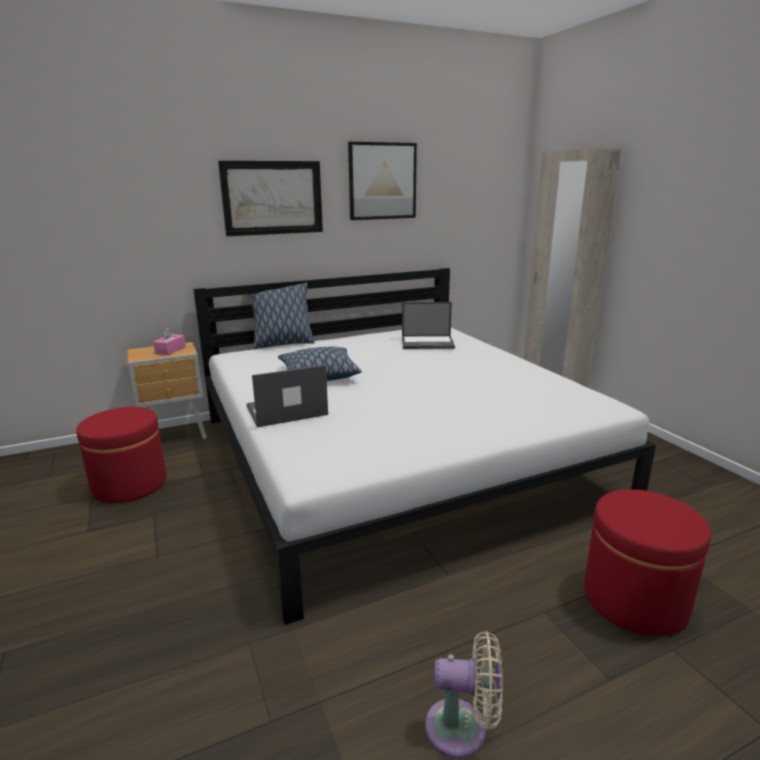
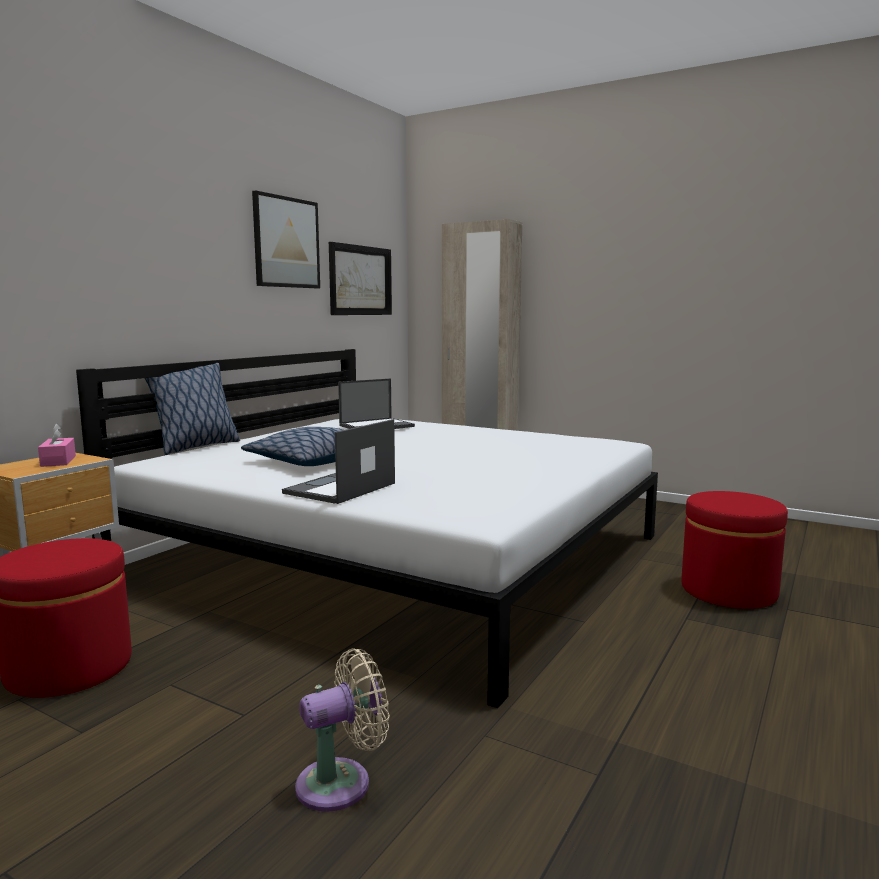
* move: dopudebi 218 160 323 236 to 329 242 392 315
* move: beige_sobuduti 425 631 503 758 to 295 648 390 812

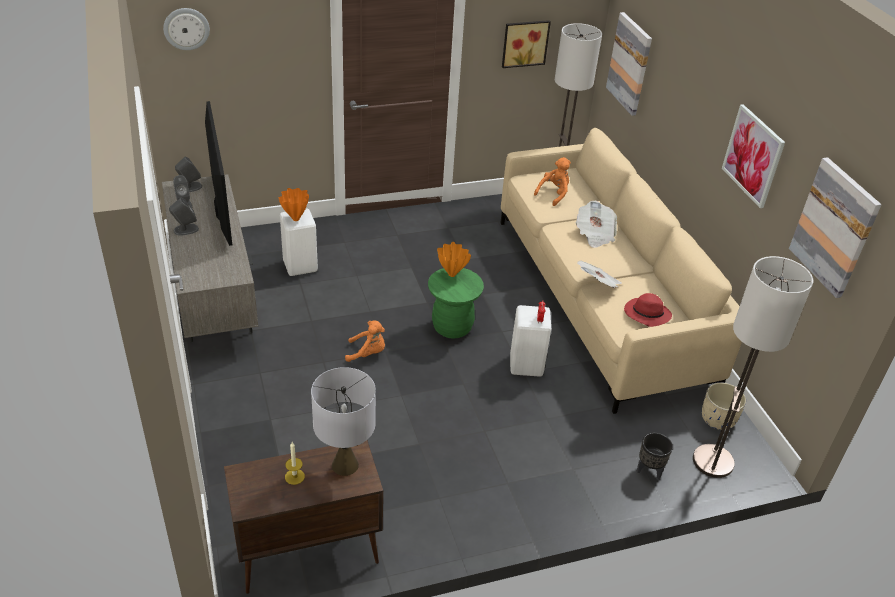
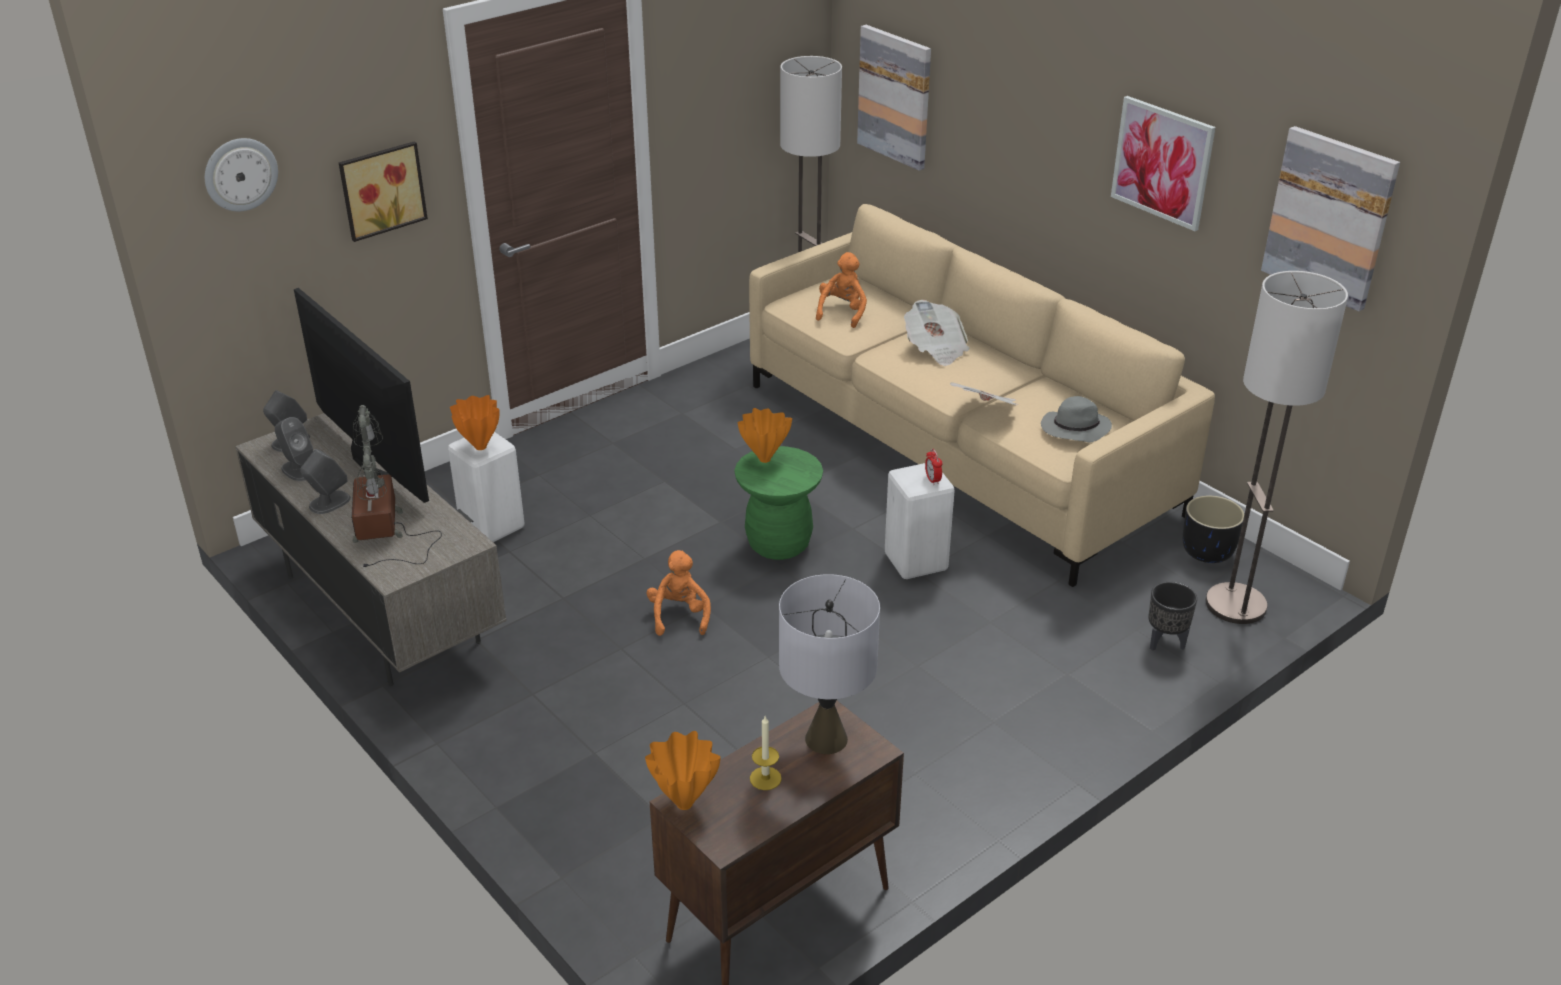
* insert: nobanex 351 405 442 567
* insert: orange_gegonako 645 731 721 810
* move: dopudebi 502 20 551 68 to 339 142 428 242
* recolor: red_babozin 624 293 672 327 to grey_babozin 1041 396 1112 443
* recolor: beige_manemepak 702 383 746 430 to black_manemepak 1183 495 1245 563
* rotate: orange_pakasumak 345 320 385 362 = 646 550 711 636 75 degrees counterclockwise

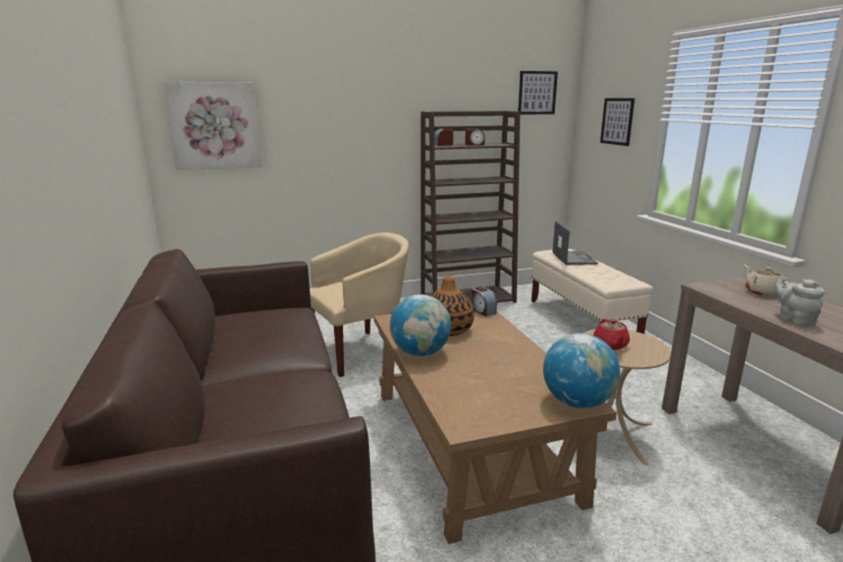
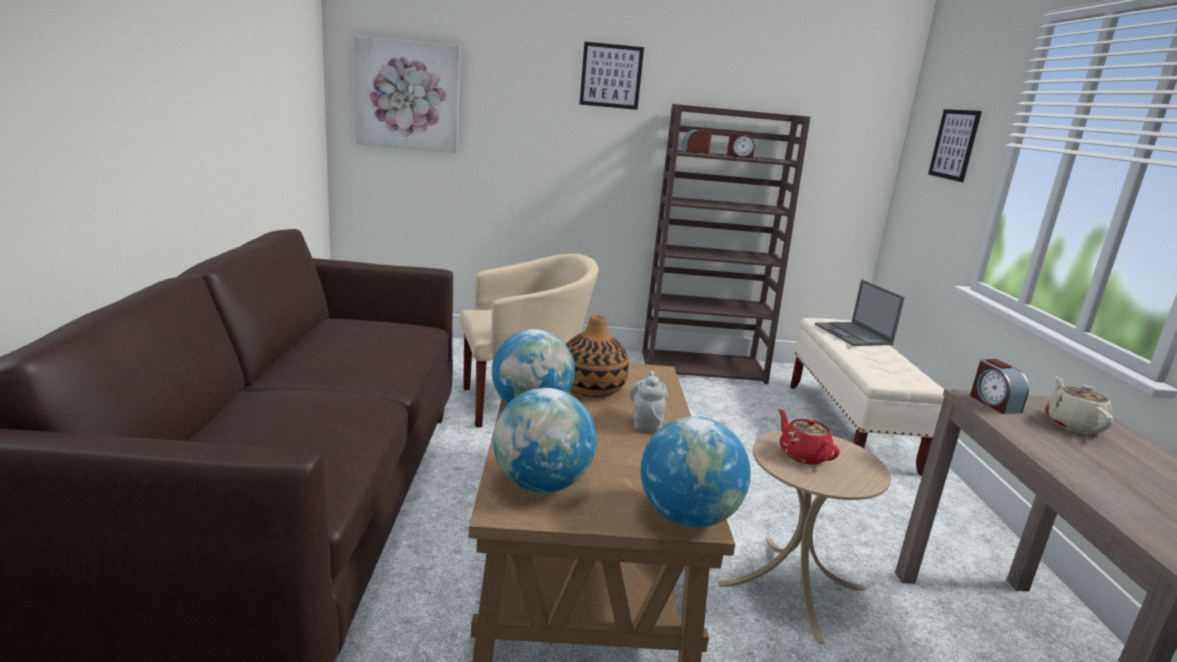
* insert: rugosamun 493 388 597 493
* move: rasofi 472 286 497 317 to 970 359 1029 414
* move: dopudebi 518 71 558 115 to 580 42 644 110
* move: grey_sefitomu 775 277 825 326 to 630 371 668 432
* rotate: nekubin 553 221 598 265 = 815 280 905 346 150 degrees clockwise
* rotate: red_sefitomu 593 319 630 350 = 778 409 840 465 135 degrees clockwise

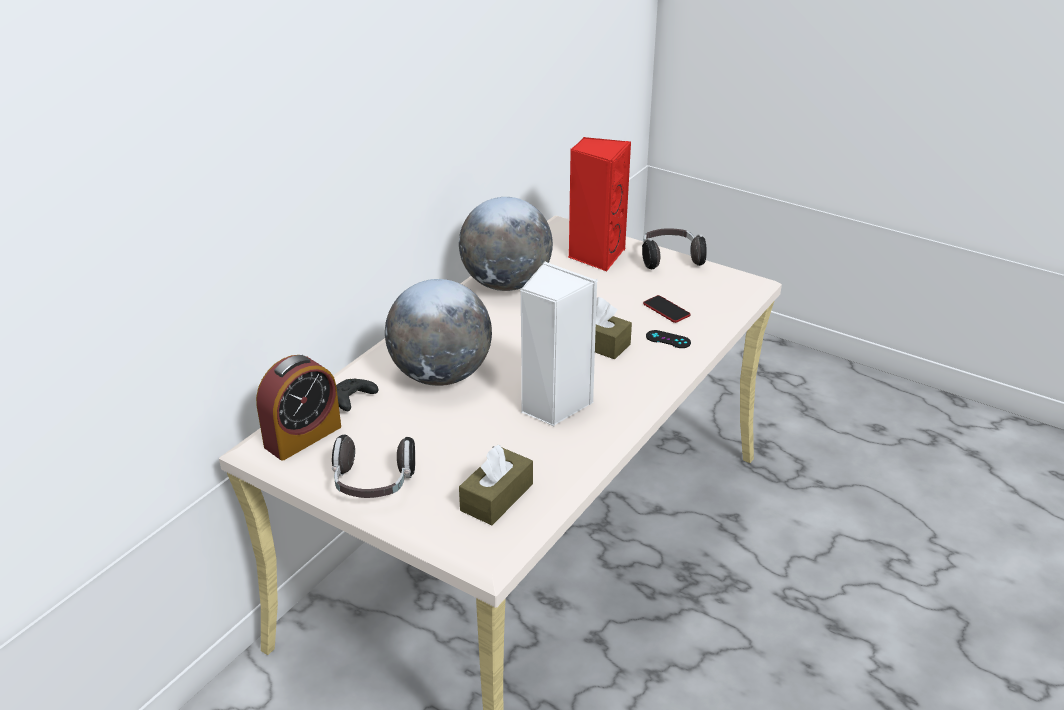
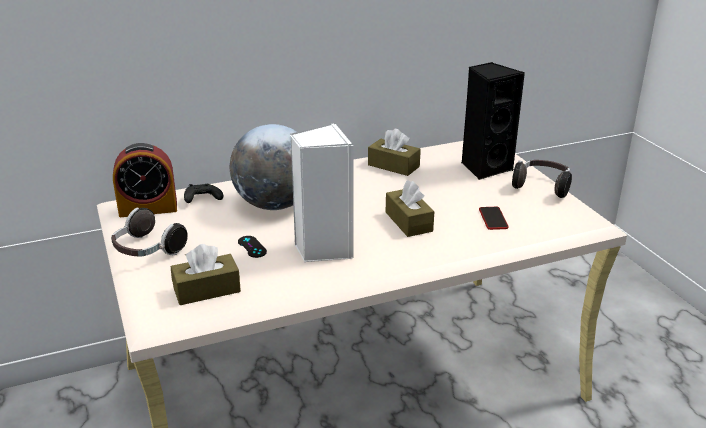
* move: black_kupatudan 646 330 691 348 to 238 236 267 258
* replace: rugosamun 459 197 553 291 to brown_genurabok 368 129 421 176
* recolor: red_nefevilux 568 137 631 271 to black_nefevilux 462 62 525 180

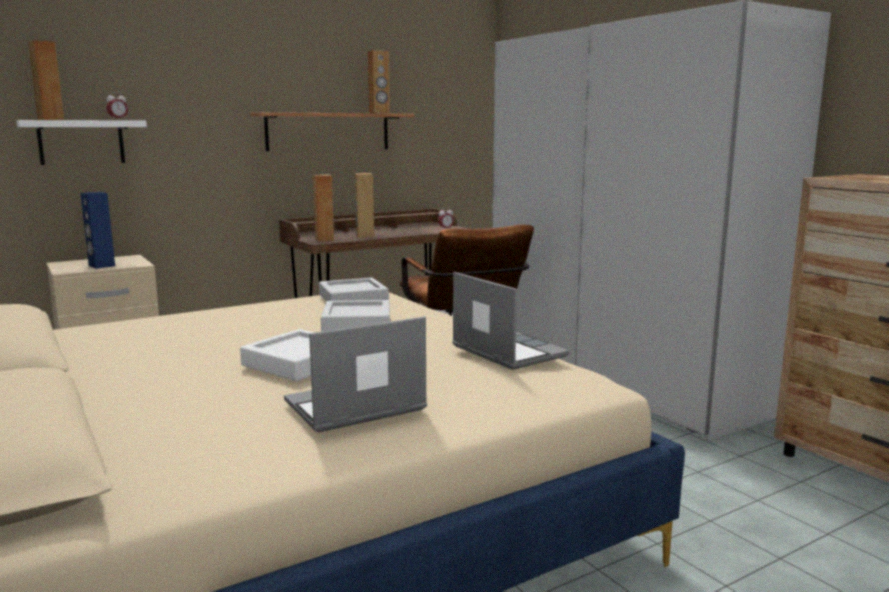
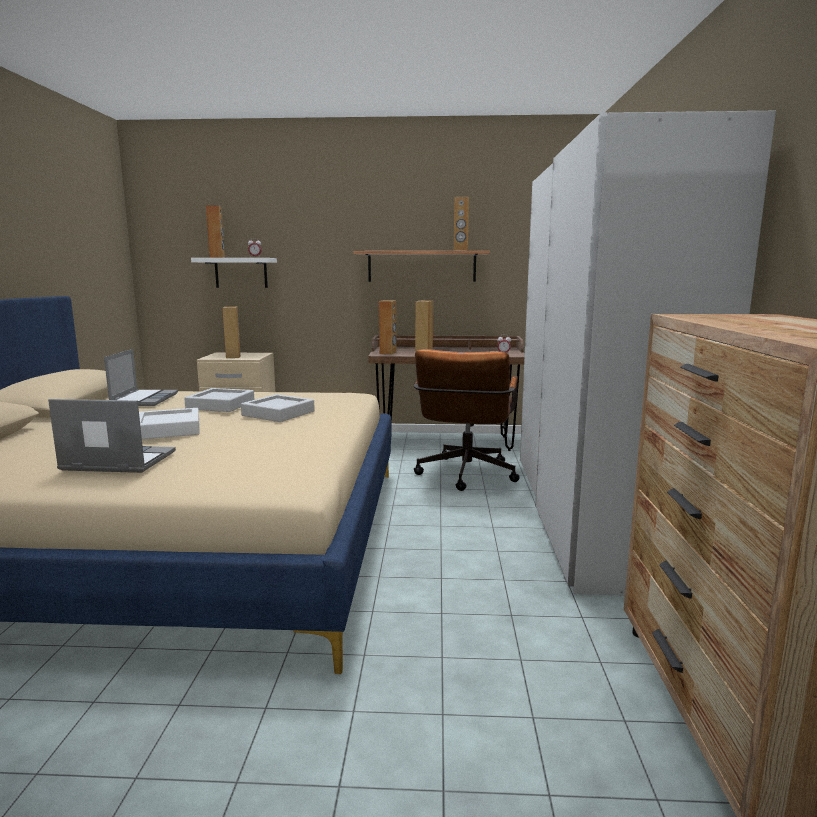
* move: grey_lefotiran 319 278 389 302 to 184 388 254 412
* move: nekubin 452 272 570 370 to 104 349 178 406
* recolor: blue_nefevilux 81 192 115 269 to brown_nefevilux 222 307 241 358

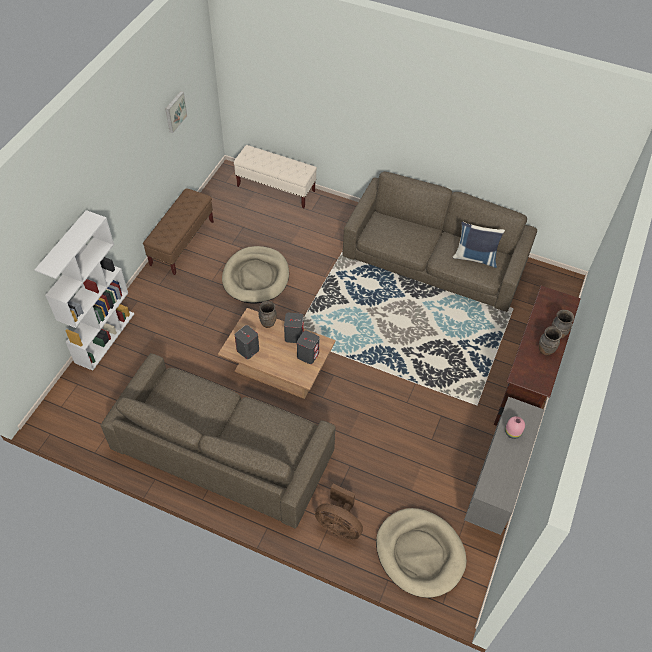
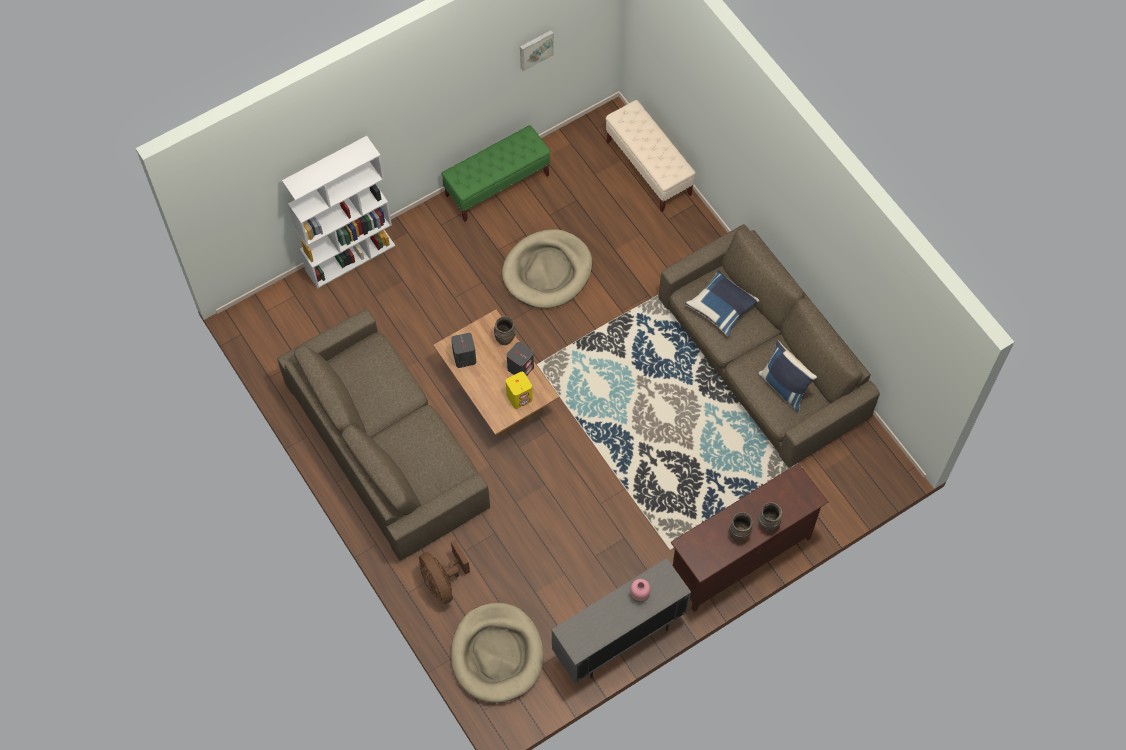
* insert: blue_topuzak 685 270 759 337
* recolor: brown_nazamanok 143 188 214 275 to green_nazamanok 442 125 550 222
* recolor: grey_nefevilux 297 331 319 364 to yellow_nefevilux 506 372 532 409

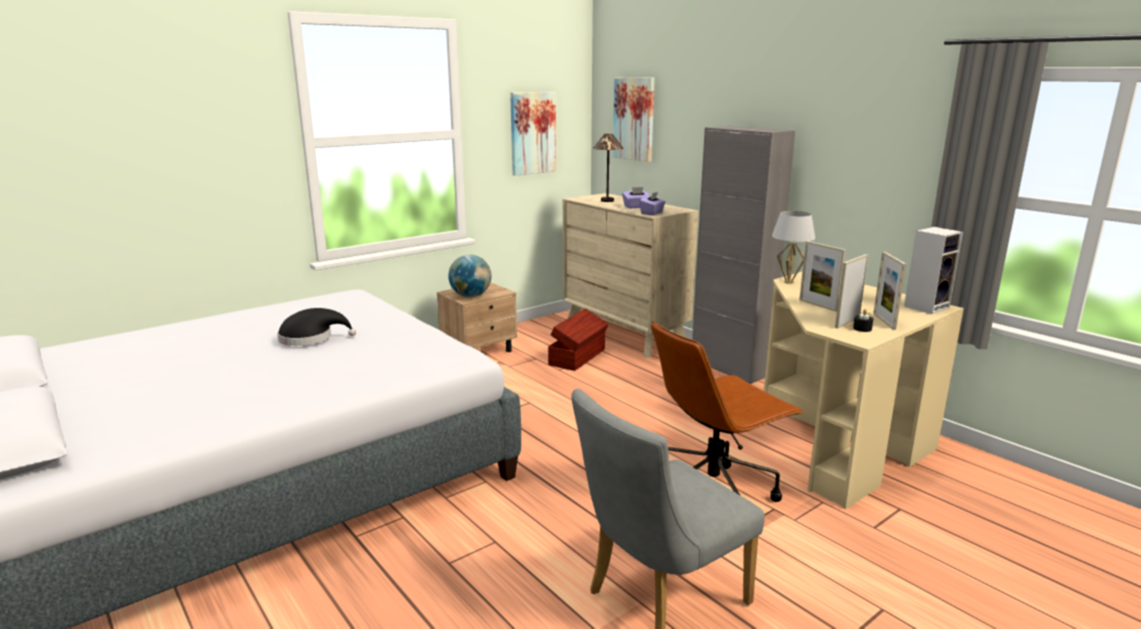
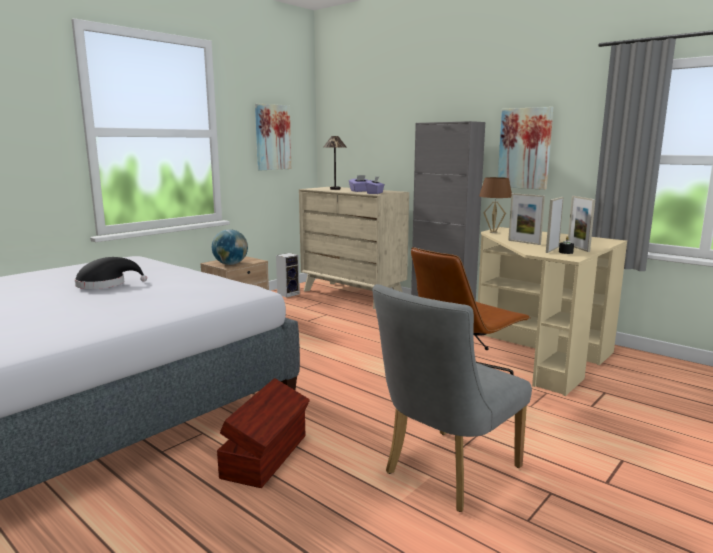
* move: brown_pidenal 548 308 609 371 to 217 378 310 488
* move: dopudebi 613 77 655 162 to 498 107 554 190
* move: nefevilux 904 227 963 314 to 276 253 300 297
* recolor: white_nobanex 772 211 815 284 to brown_nobanex 479 177 512 233

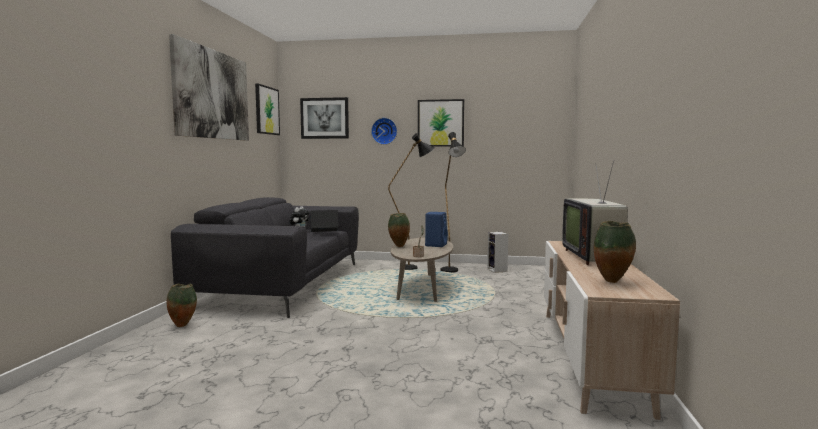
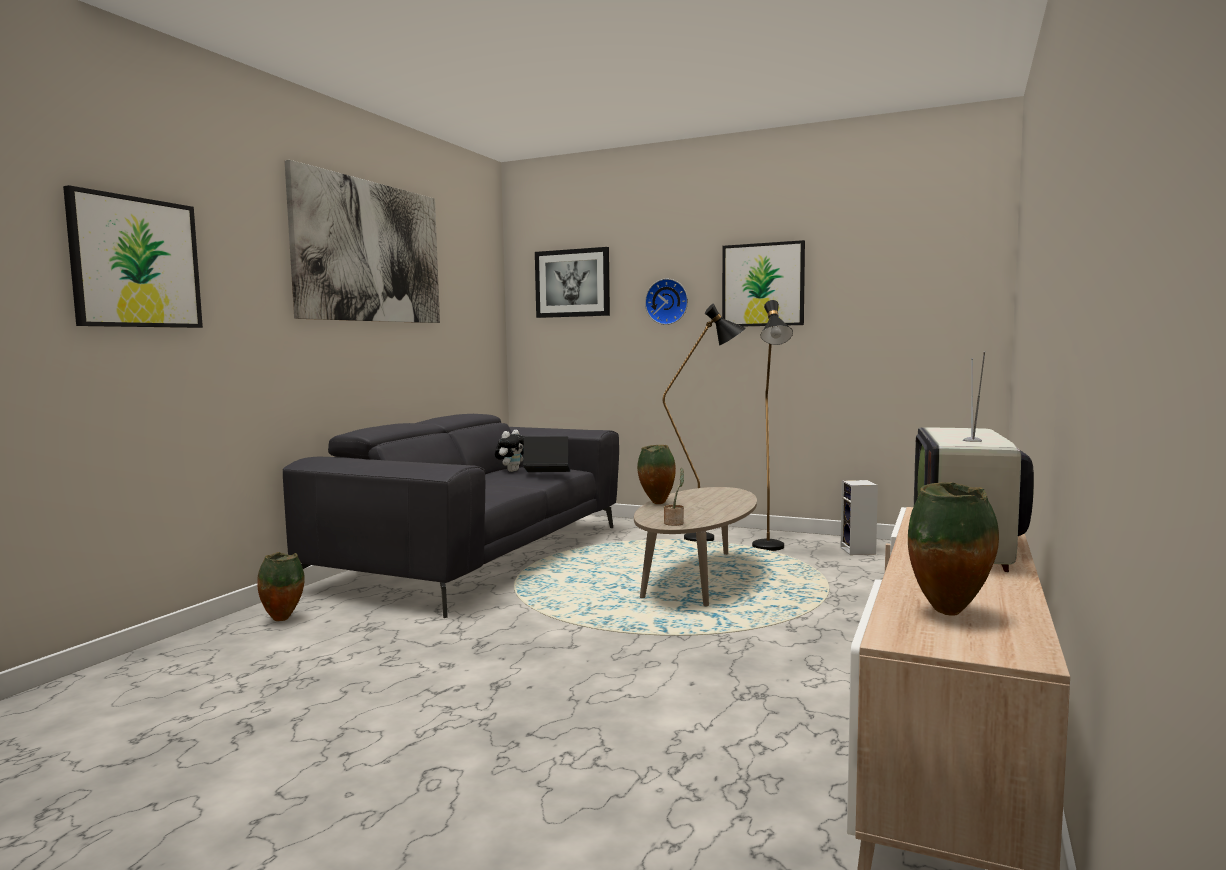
* delete: blue_nefevilux 425 212 448 247
* move: dopudebi 255 83 280 135 to 63 185 203 328

